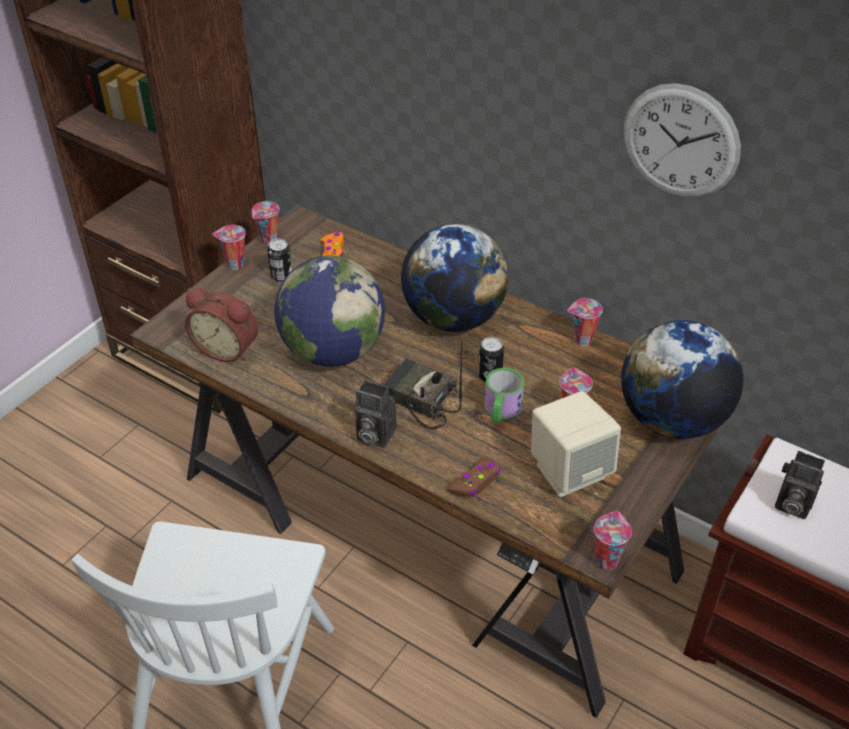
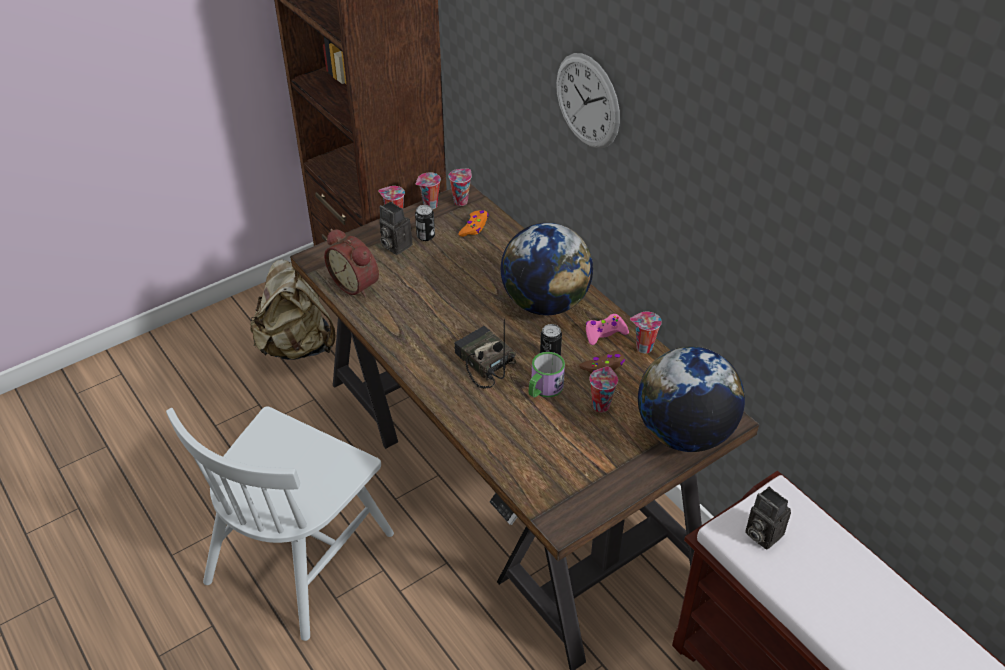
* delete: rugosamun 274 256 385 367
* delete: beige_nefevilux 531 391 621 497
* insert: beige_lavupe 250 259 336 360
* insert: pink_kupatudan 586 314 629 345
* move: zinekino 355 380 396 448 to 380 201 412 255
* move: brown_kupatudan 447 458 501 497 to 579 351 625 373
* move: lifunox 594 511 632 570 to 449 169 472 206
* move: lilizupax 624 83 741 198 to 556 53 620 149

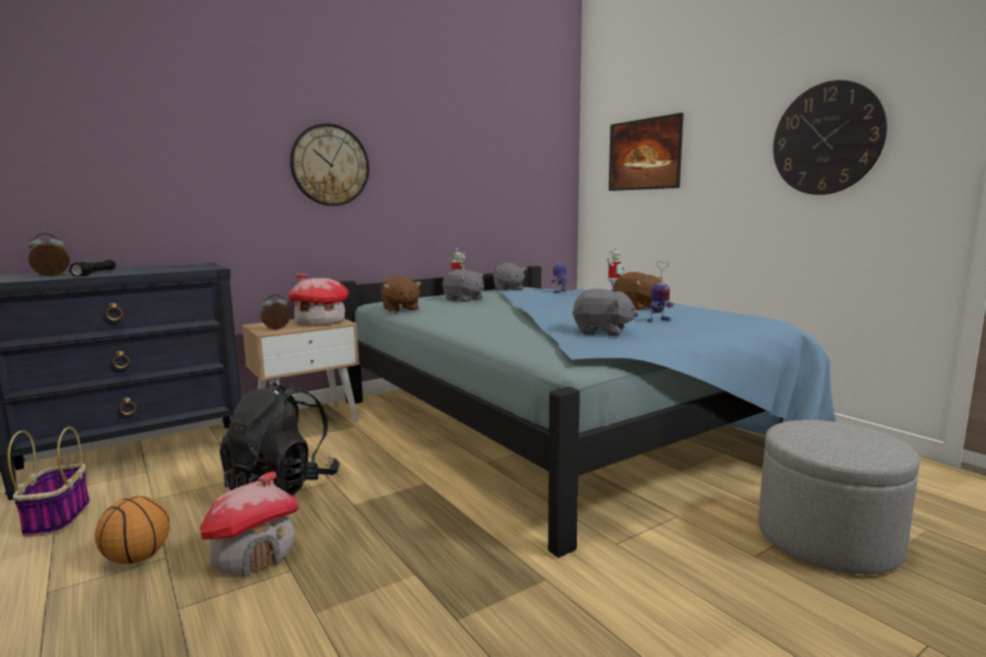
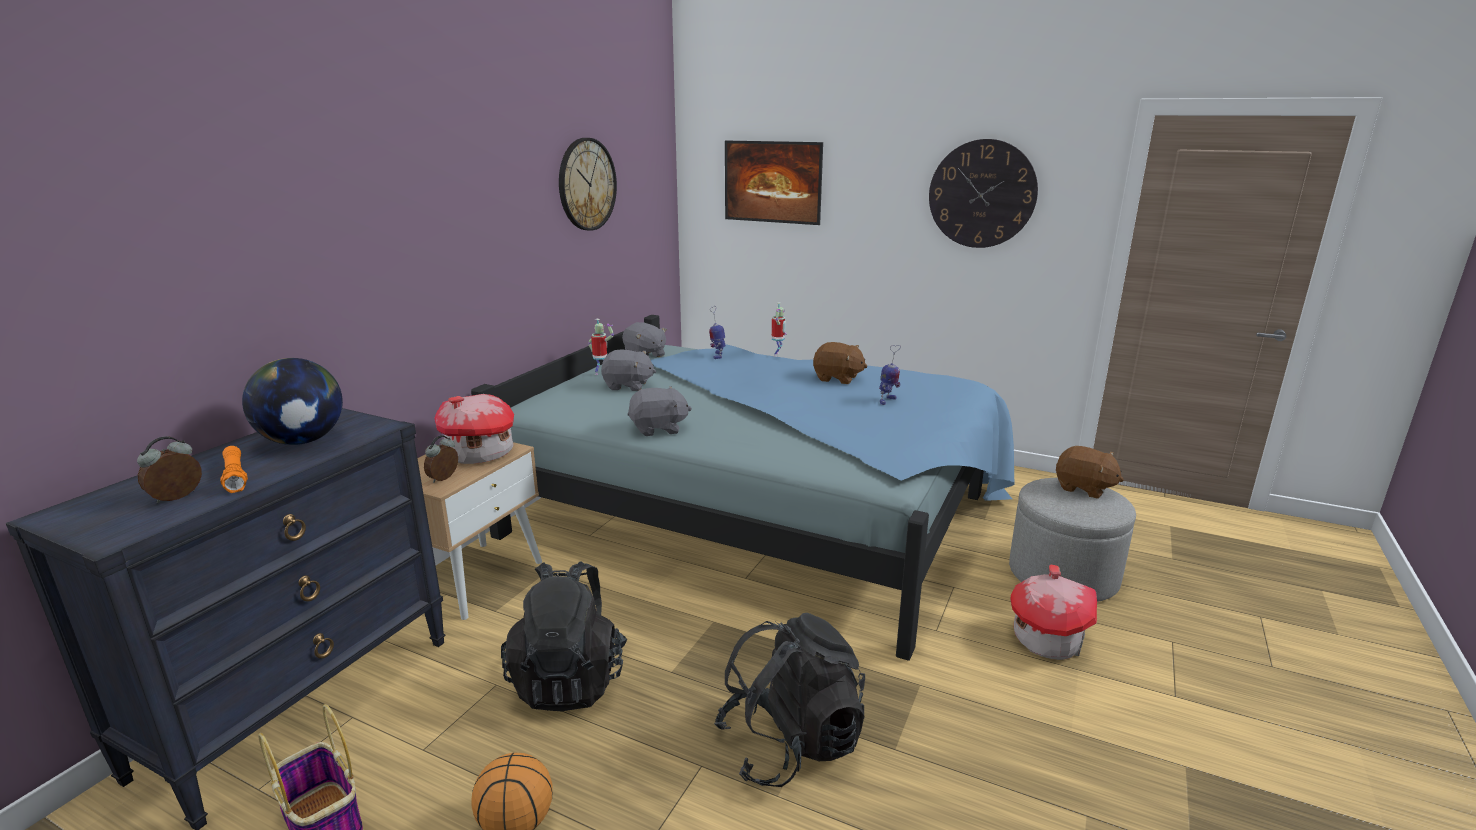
* insert: rugosamun 242 358 343 445
* insert: black_lavupe 714 613 865 787
* move: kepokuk 200 471 299 577 to 1010 564 1097 660
* move: lilizupax 290 123 369 206 to 559 138 617 231
* move: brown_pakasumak 381 276 422 312 to 1056 446 1124 499
* move: grey_pakasumak 572 289 639 336 to 627 386 692 436
* recolor: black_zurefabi 69 260 116 276 to orange_zurefabi 220 446 248 493

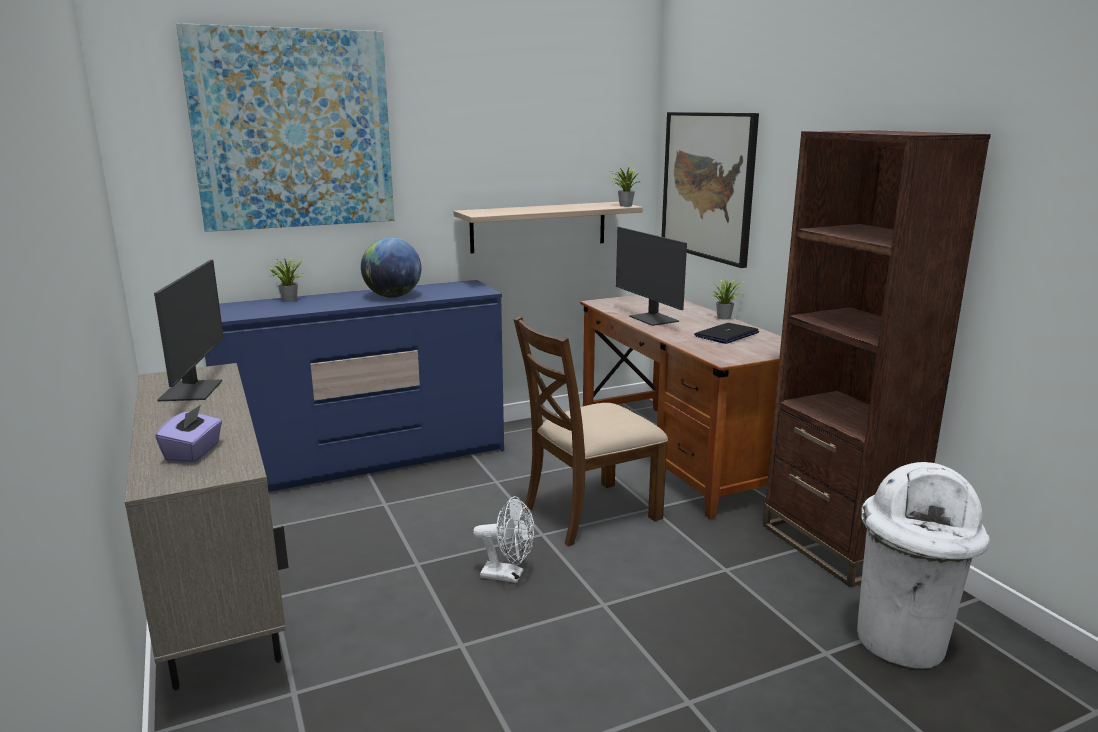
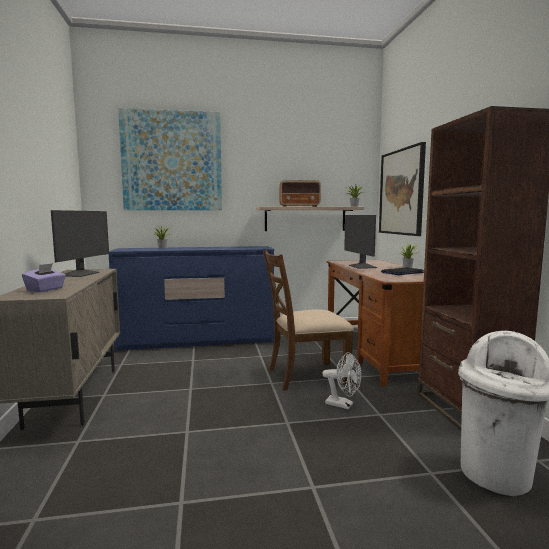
* delete: rugosamun 361 238 421 298
* insert: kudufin 279 180 321 207
* move: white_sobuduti 473 496 535 583 to 322 352 361 409

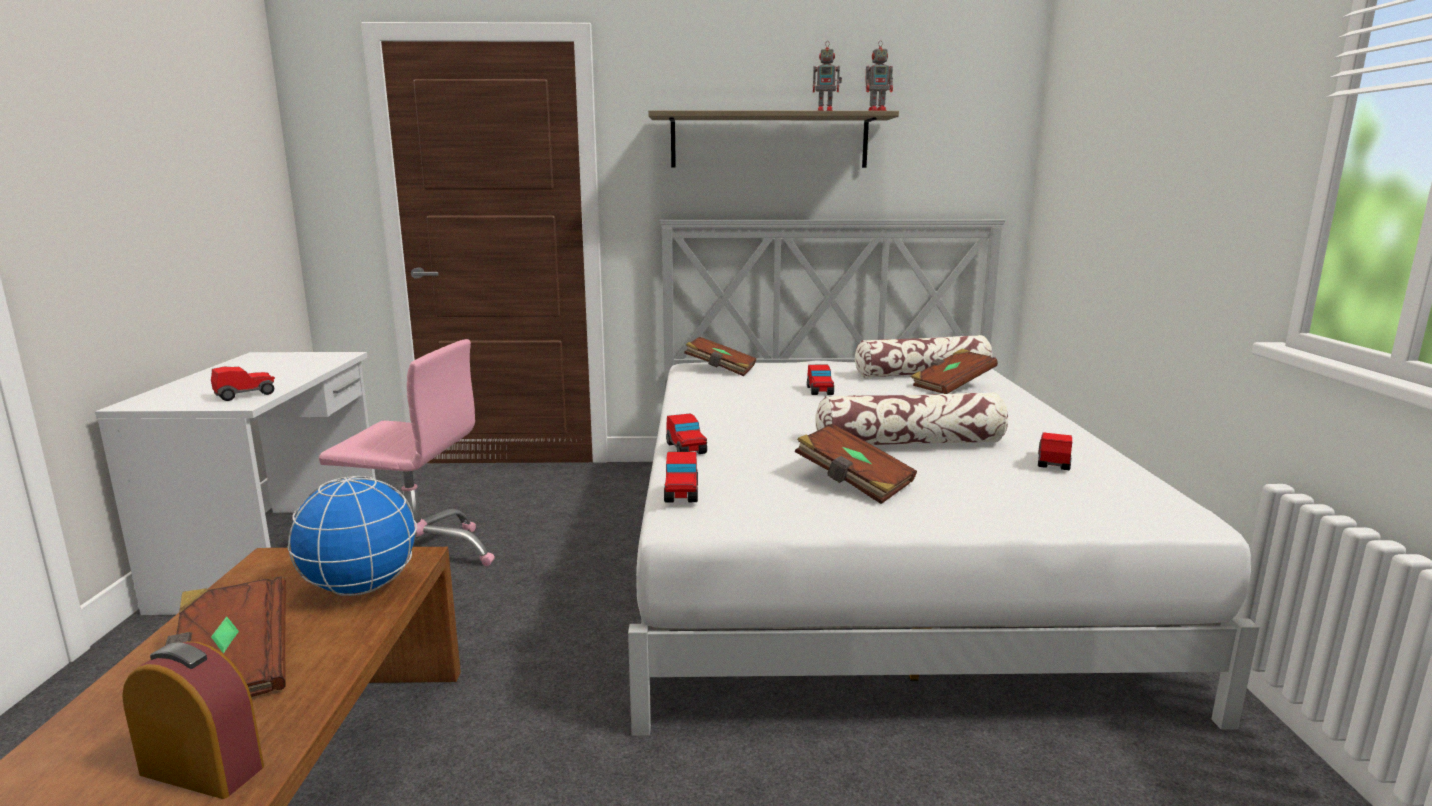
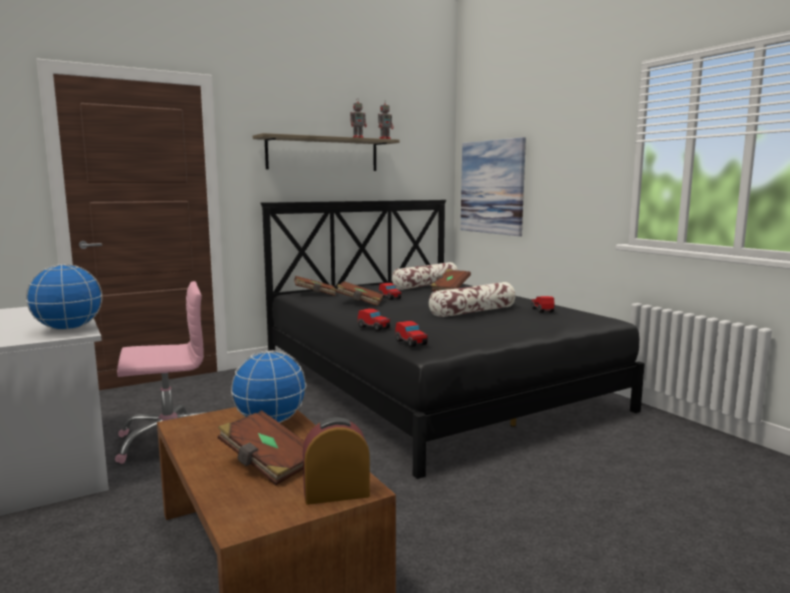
* insert: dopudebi 461 137 526 236
* move: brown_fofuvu 795 424 917 504 to 336 281 384 306
* replace: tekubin 211 367 275 401 to rugosamun 26 264 102 331
* recolor: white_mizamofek 628 219 1259 736 to black_mizamofek 261 200 645 479

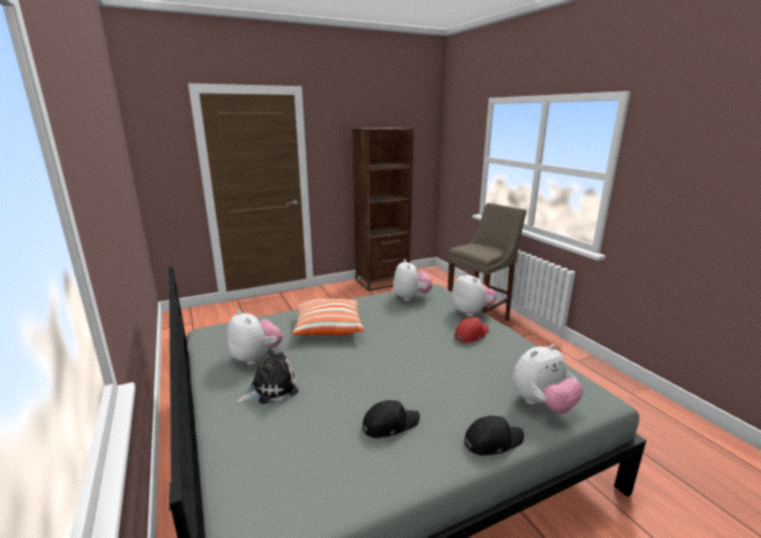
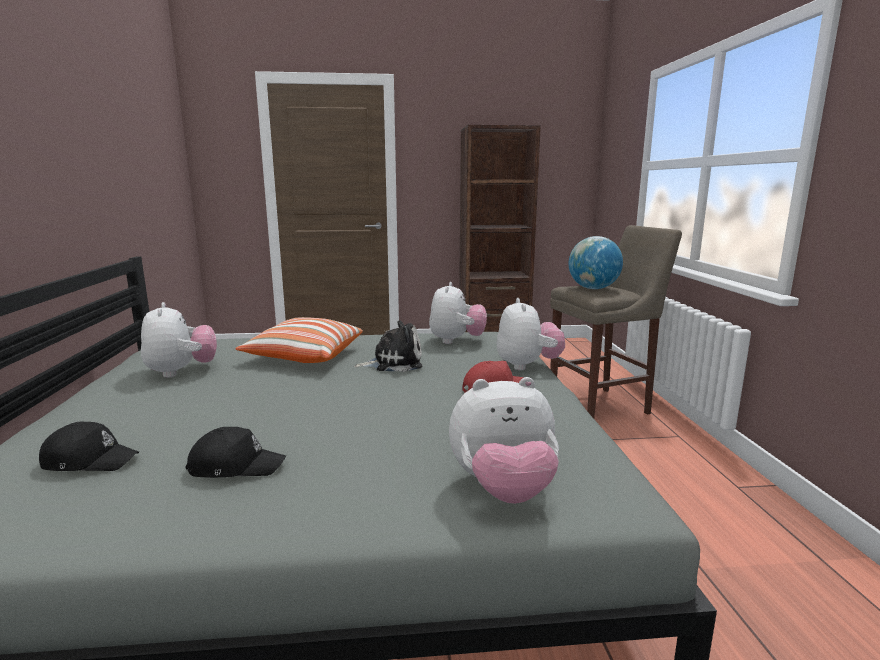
* insert: rugosamun 569 236 623 289
* move: pakasumak 236 348 299 404 to 354 320 422 372
* move: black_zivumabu 465 416 524 456 to 39 422 139 471

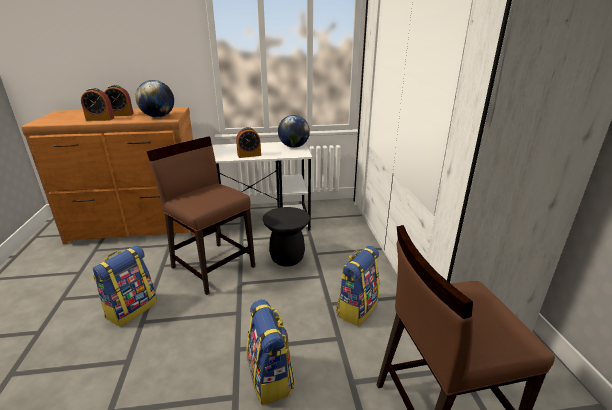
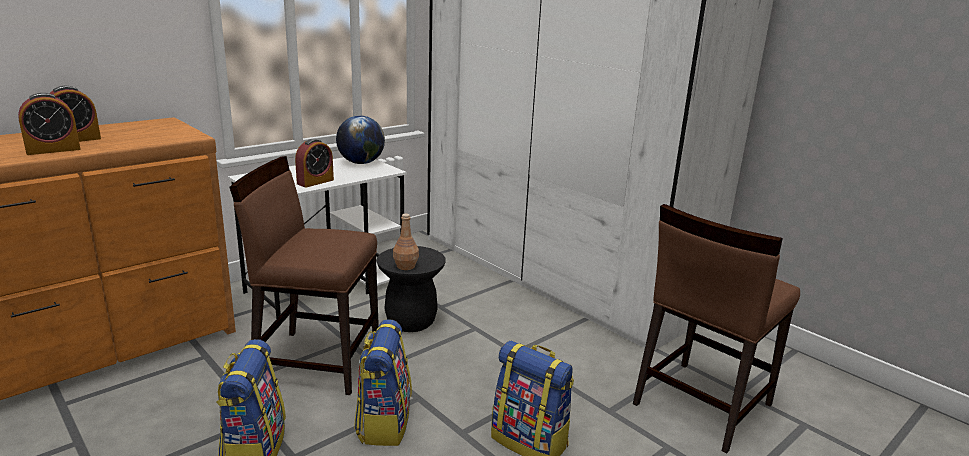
* delete: rugosamun 136 80 174 118
* insert: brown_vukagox 393 214 419 270
* move: lavupe 336 246 379 326 to 354 319 412 446

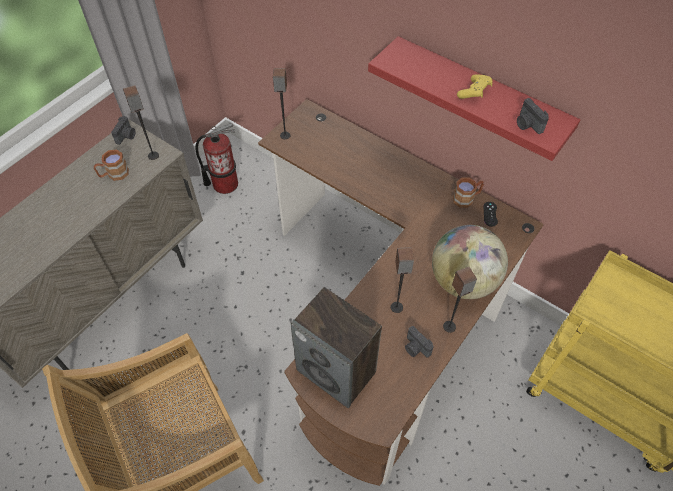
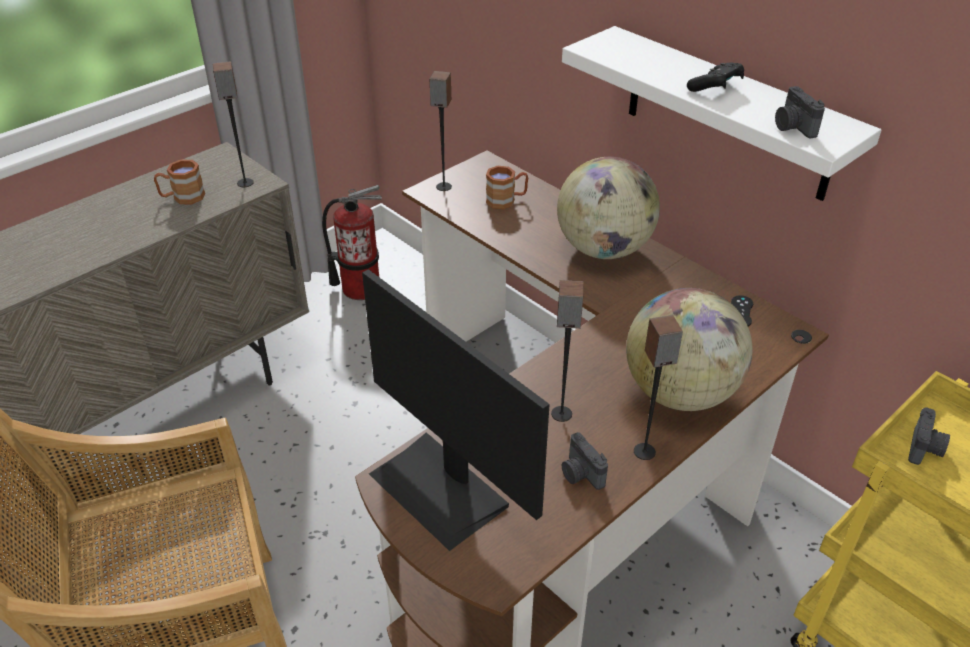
* insert: rugosamun 557 157 660 259
* move: zinekino 111 116 135 145 to 908 407 950 465
* move: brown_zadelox 453 177 484 208 to 486 166 528 209
* replace: nefevilux 290 287 382 408 to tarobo 362 269 550 551
* recolor: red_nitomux 368 36 581 161 to white_nitomux 562 26 882 201
* recolor: yellow_kupatudan 457 75 493 99 to black_kupatudan 687 62 744 92

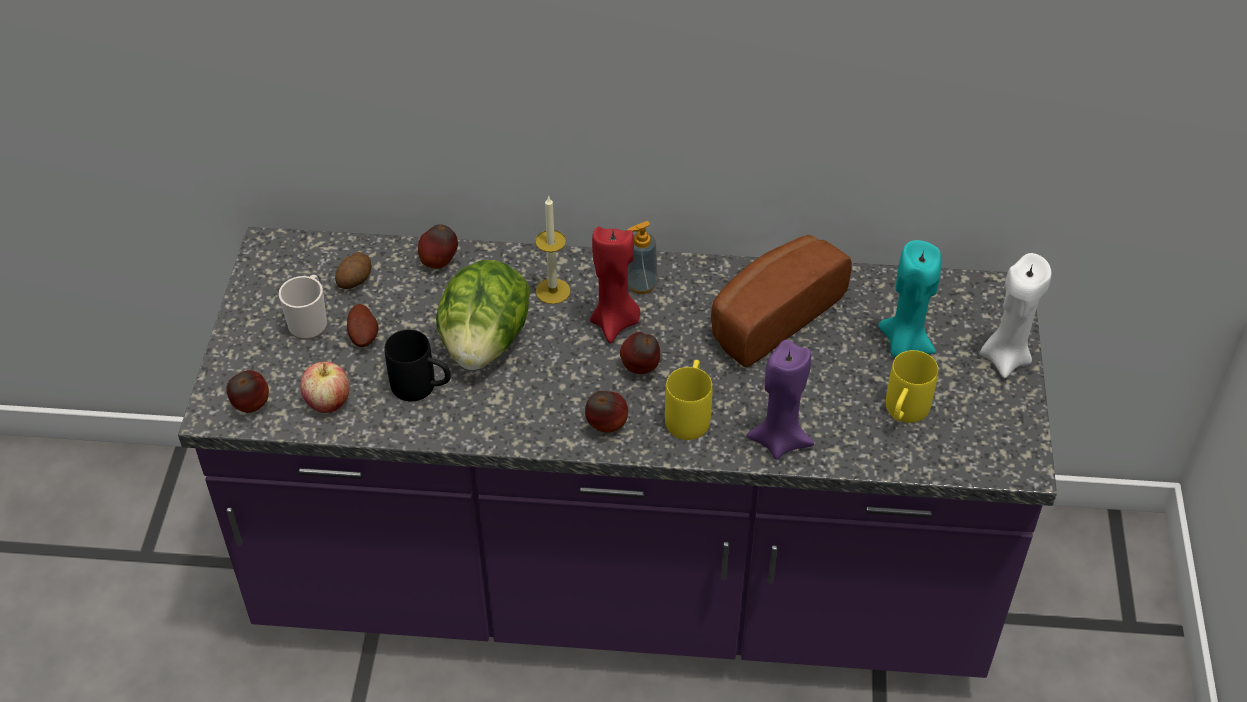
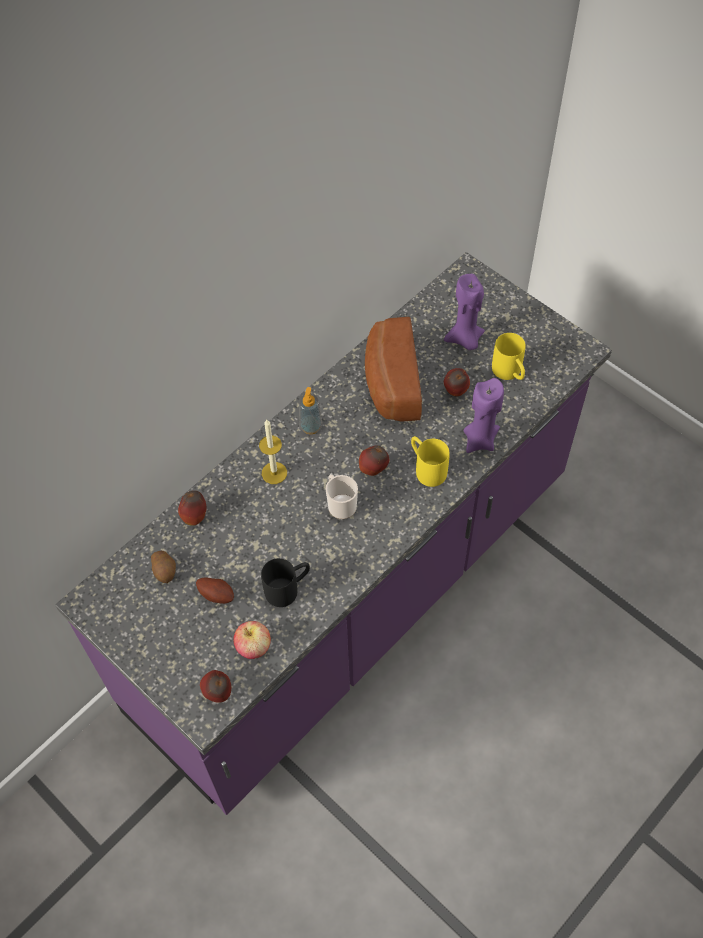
* delete: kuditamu 436 260 531 370
* delete: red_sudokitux 590 227 640 343
* delete: white_sudokitux 980 253 1052 378
* move: zadelox 279 275 327 339 to 326 474 358 519
* move: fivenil 585 391 628 433 to 444 368 470 396
* recolor: turquoise_sudokitux 878 240 941 358 to purple_sudokitux 444 274 485 350

